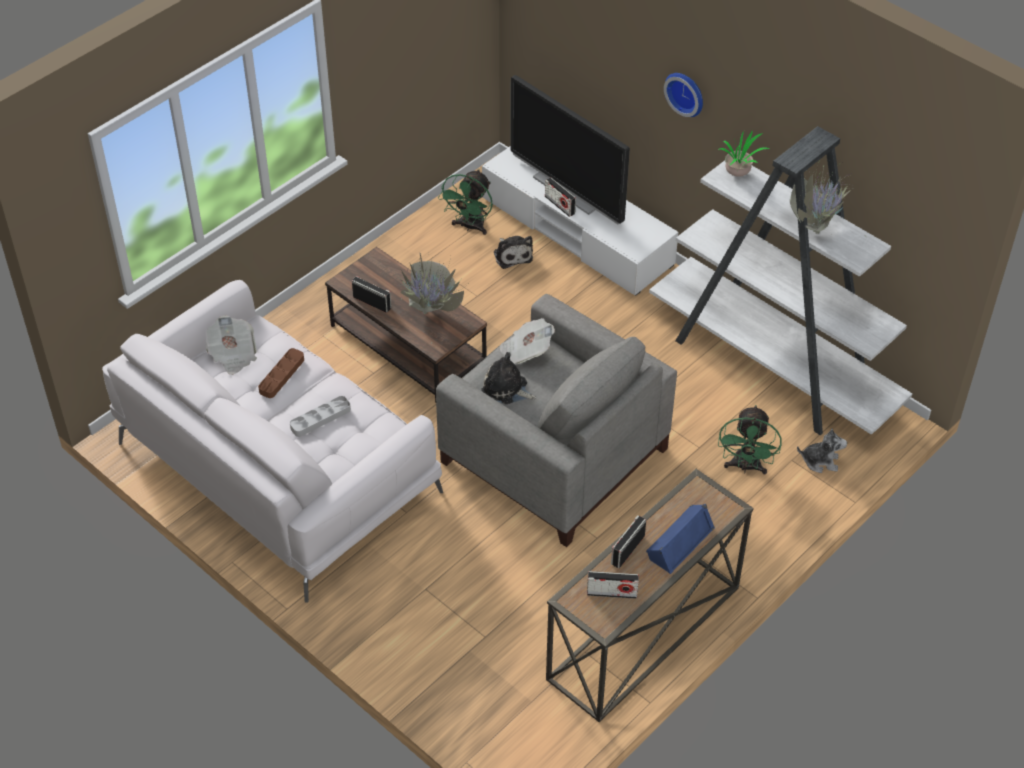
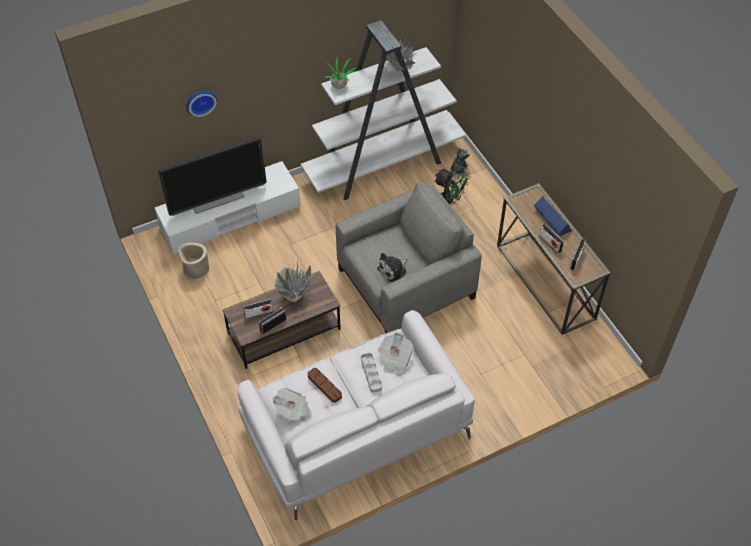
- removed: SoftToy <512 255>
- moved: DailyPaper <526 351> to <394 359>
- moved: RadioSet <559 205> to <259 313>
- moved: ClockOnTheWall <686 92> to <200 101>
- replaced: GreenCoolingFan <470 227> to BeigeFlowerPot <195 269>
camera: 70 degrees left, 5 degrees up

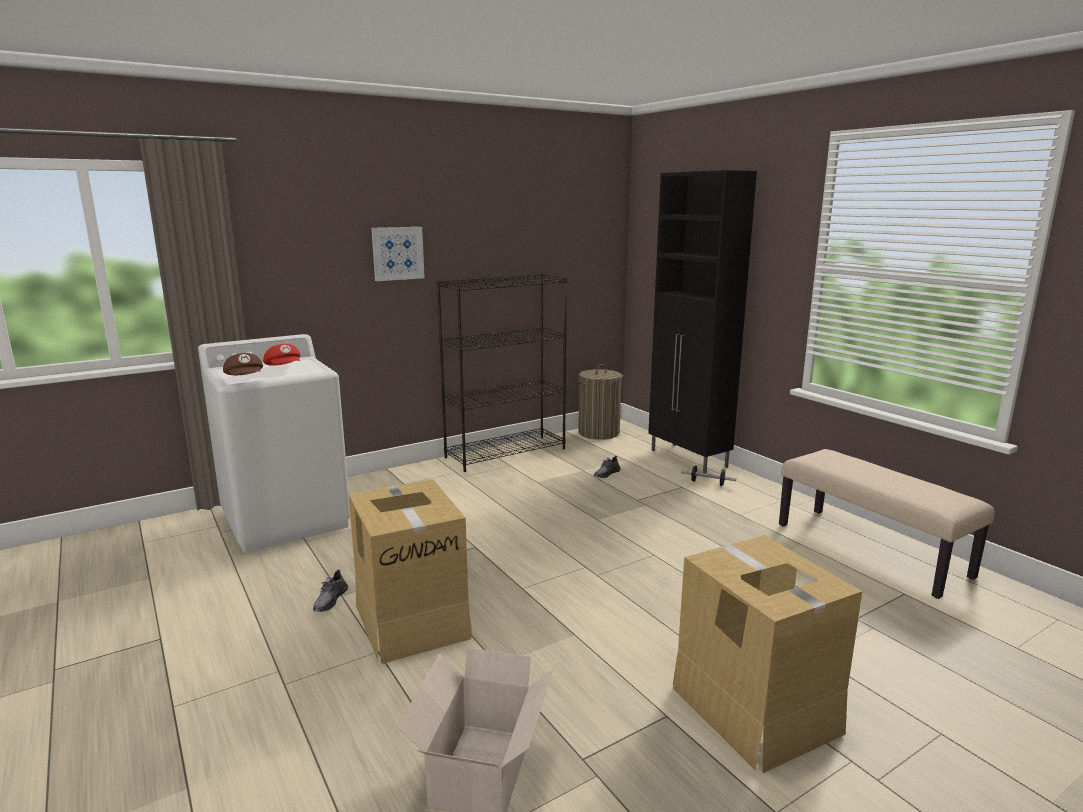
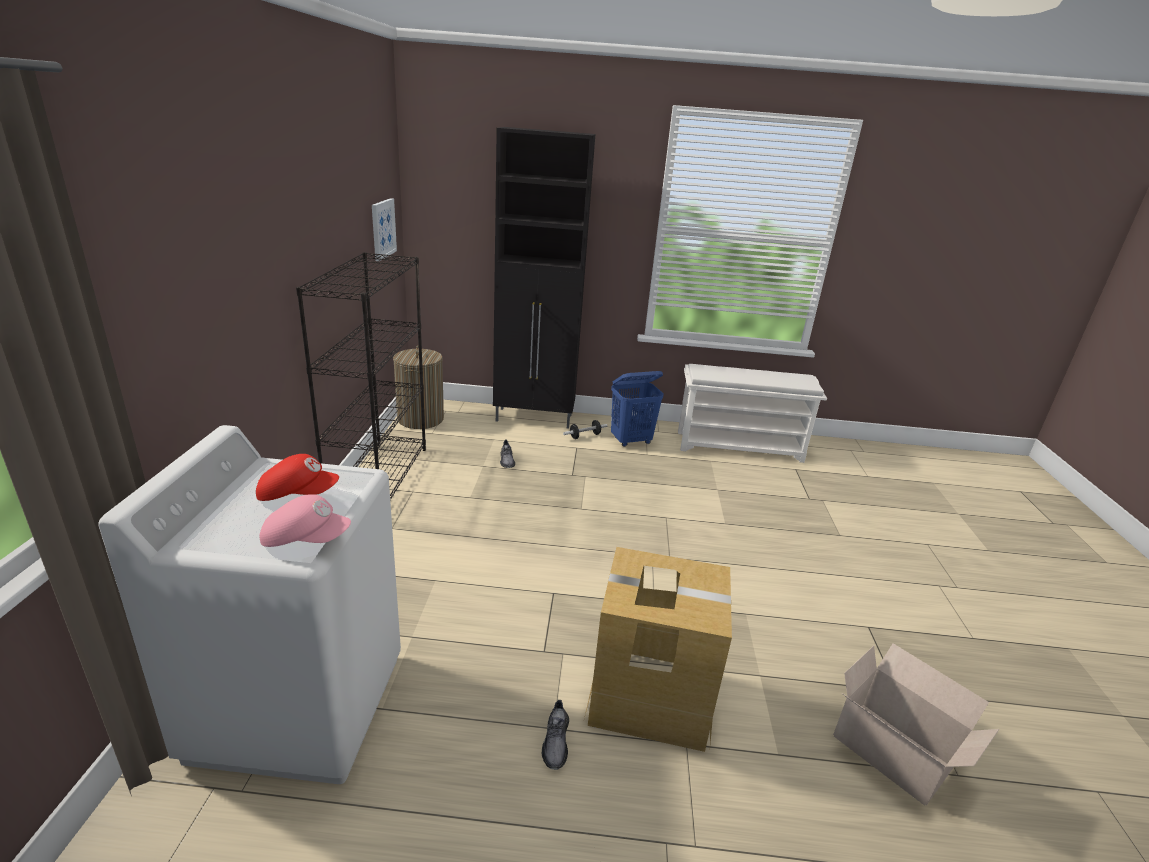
- removed: PackingBox <754 709>
- added: BlueColouredHamper <631 441>
- moved: WallArt <397 253> to <382 229>
- replaced: BeigeLongSeat <871 550> to WhiteShoeStand <740 446>
- recoloured: BrownCap <245 379> to PinkCap <306 539>
- turned: GrayLowShoe <330 600> = <555 742> 45 degrees clockwise
camera: 55 degrees left, 10 degrees up

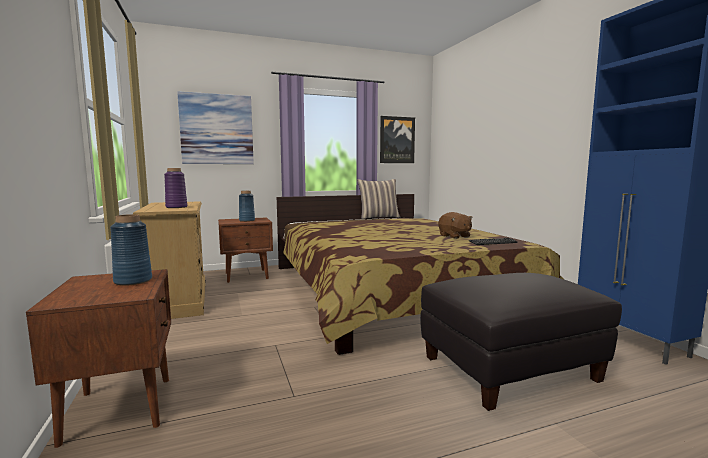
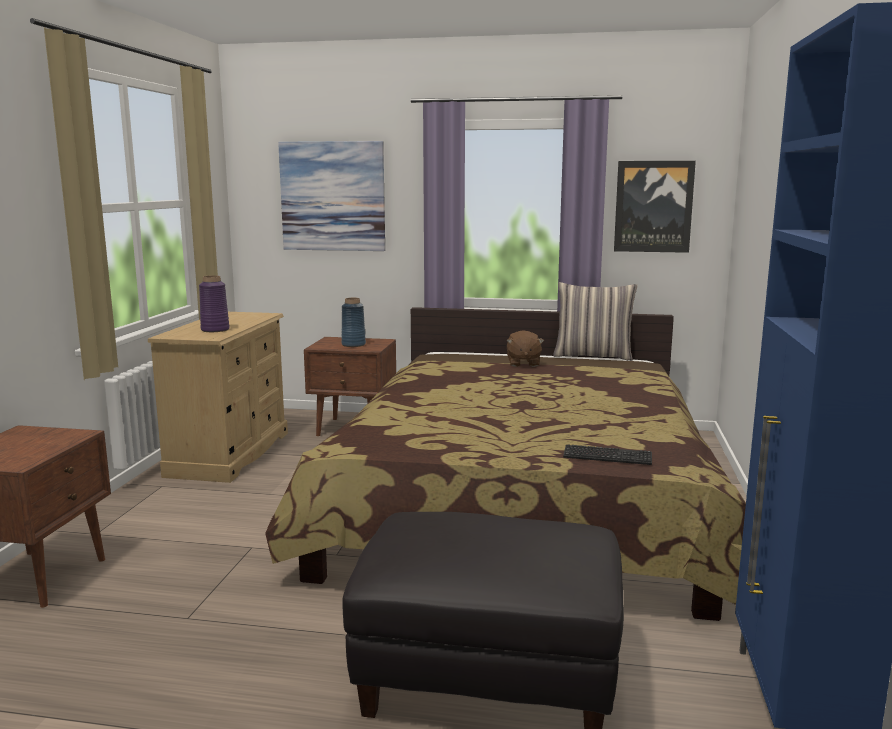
- removed: BlueColouredFlowerVase <133 281>
- moved: BrownSoftToy <454 236> to <523 363>
camera: 30 degrees right, 5 degrees up

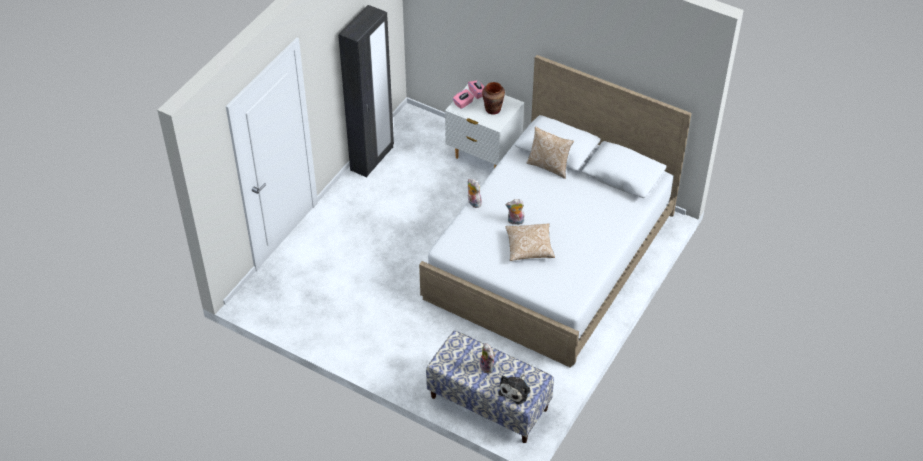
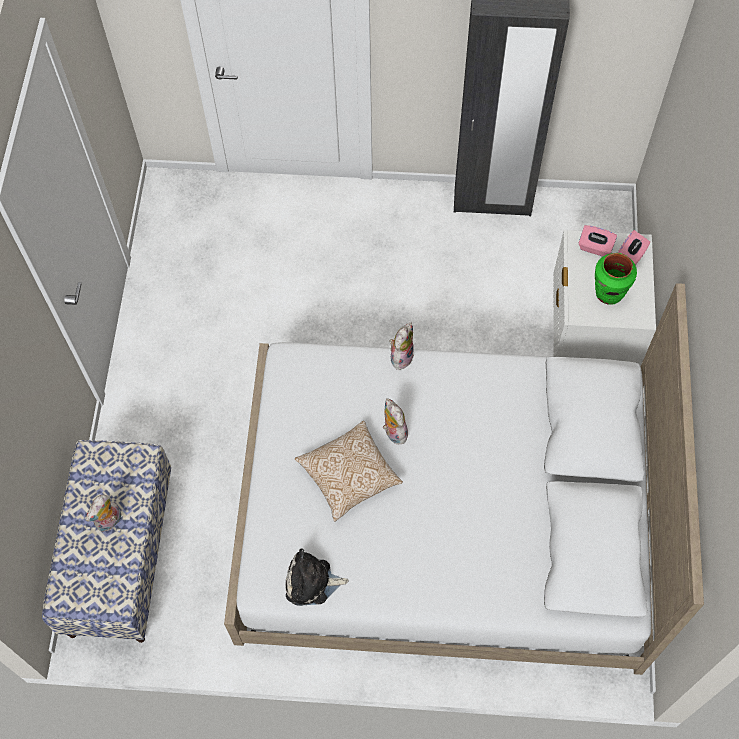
- removed: Cushion <549 166>
- moved: SoftToy <516 390> to <312 582>
- recoloured: BrownFlowerVase <493 109> to GreenFlowerVase <608 293>
camera: 65 degrees right, 15 degrees up

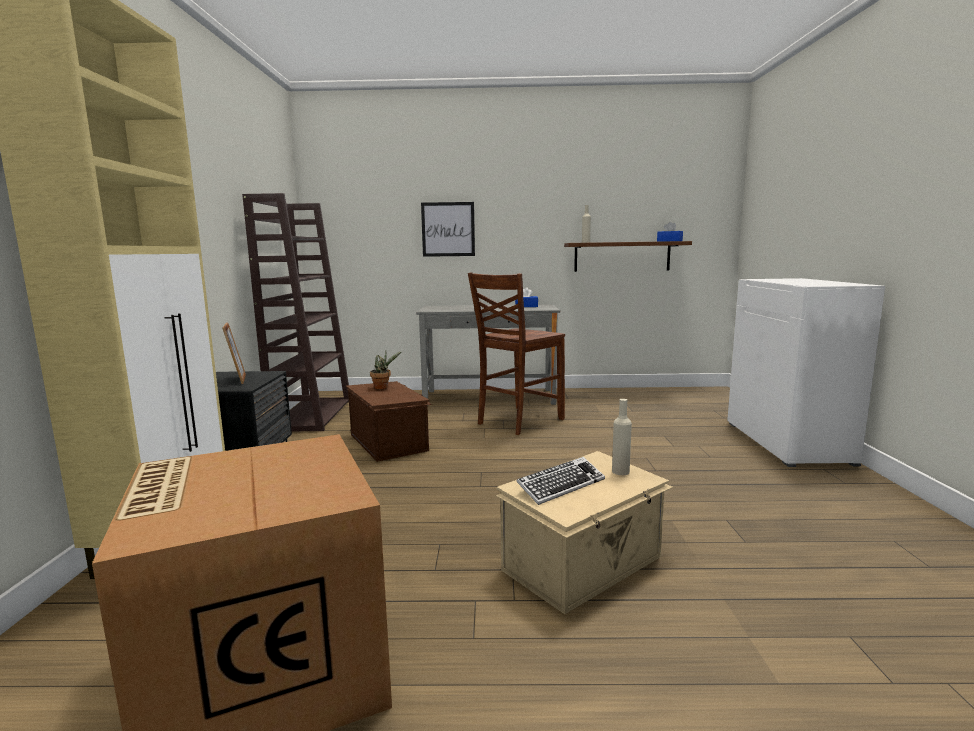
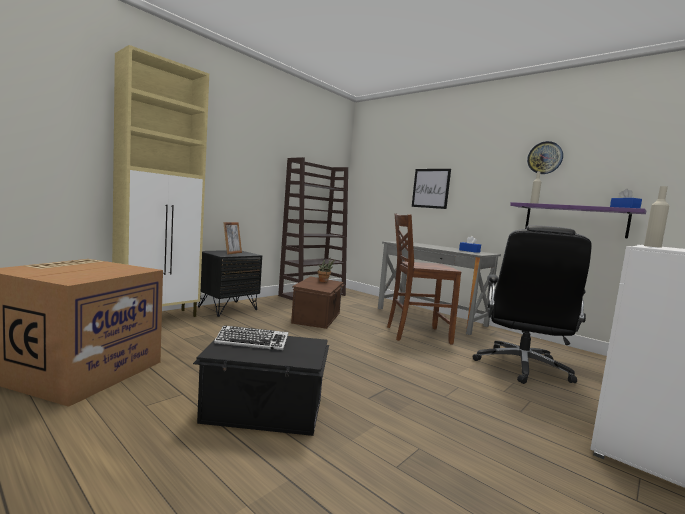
- added: BlackishComputerChair <522 367>
- added: ClockOnTheWall <545 158>
- moved: BeigeBottle <620 471> to <652 246>
- recoloured: BeigeStorageContainer <584 564> to BlackishStorageContainer <264 412>
- recoloured: BrownWallShelf <622 256> to PurpleWallShelf <574 220>
camera: 40 degrees right, 5 degrees down

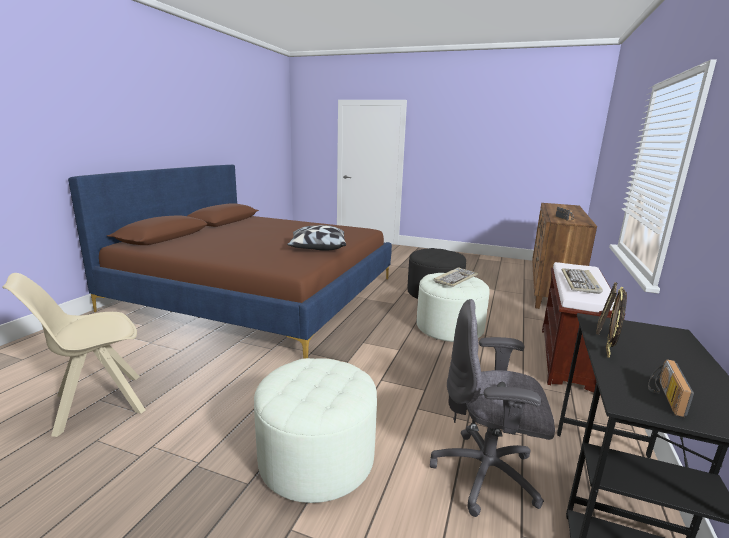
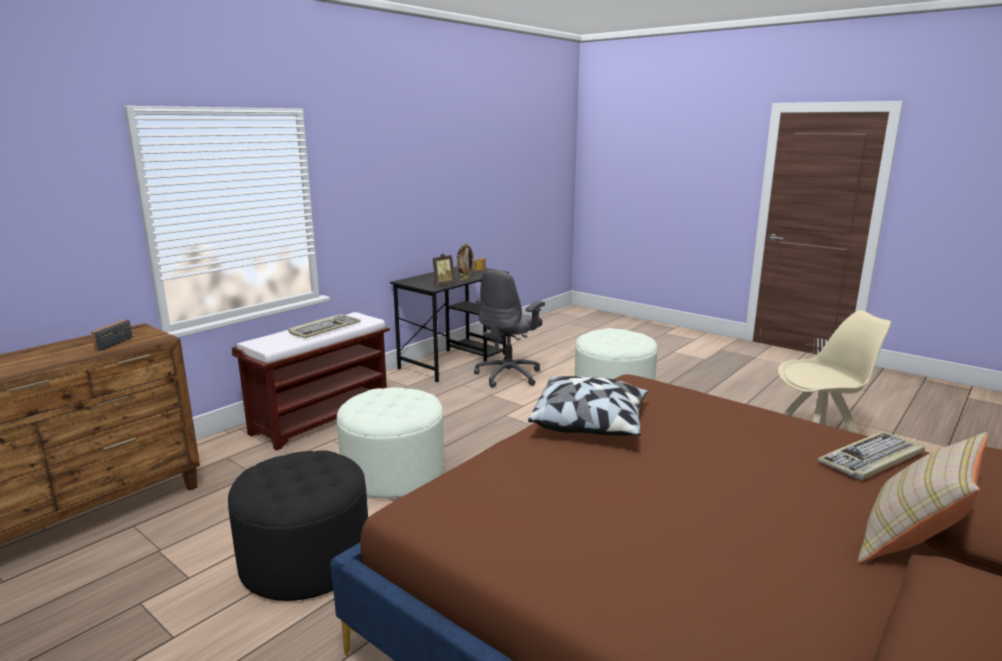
- added: BeigeCushion <912 544>
- moved: Keyboard <455 279> to <872 459>
- turned: GrayComputerChair <487 474> = <509 375> 90 degrees clockwise
camera: 160 degrees left, 0 degrees up

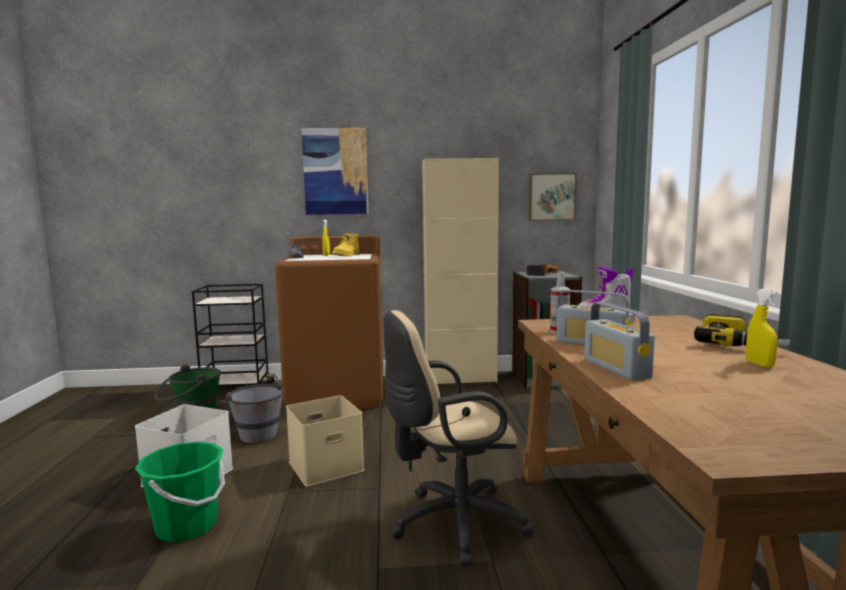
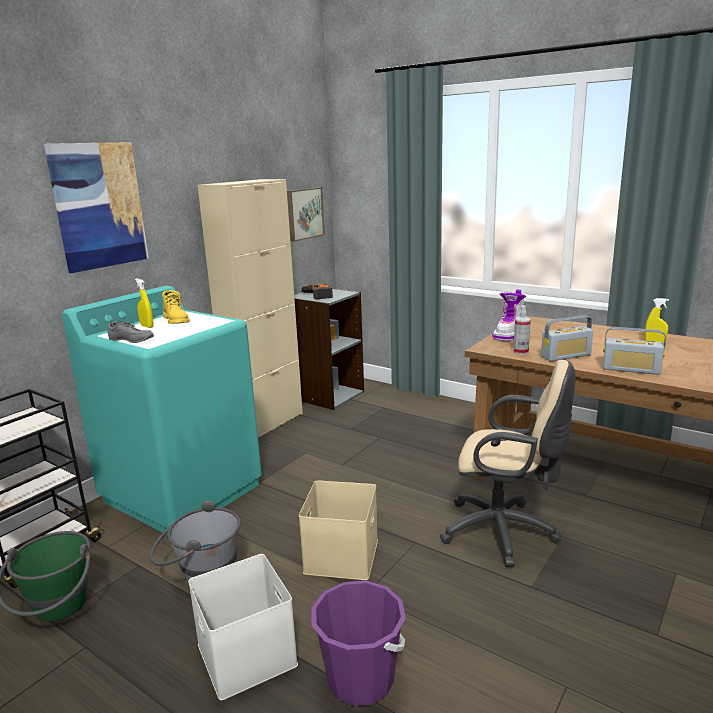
- removed: Drill <739 344>
- recoloured: GreenBucket <187 526> to PurpleBucket <361 679>
- recoloured: BrownWashingMachine <338 393> to BlueGreenWashingMachine <183 491>
- turned: BeigeComputerChair <452 524> = <504 532> 90 degrees counterclockwise
camera: 50 degrees left, 10 degrees up

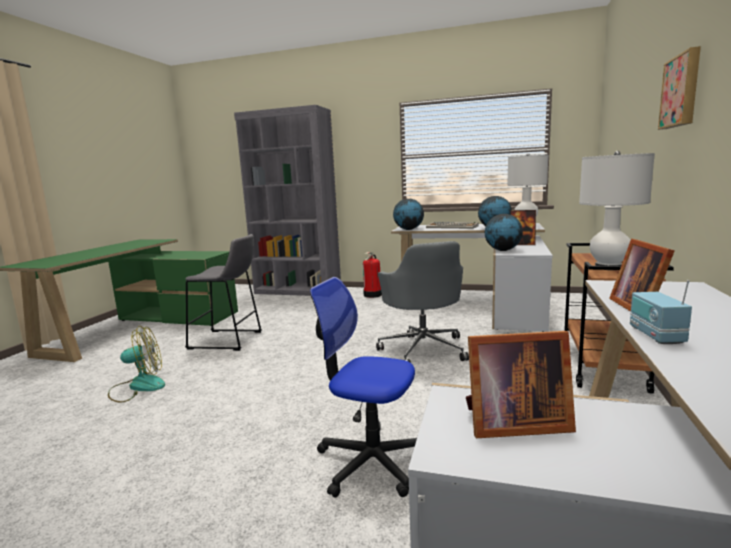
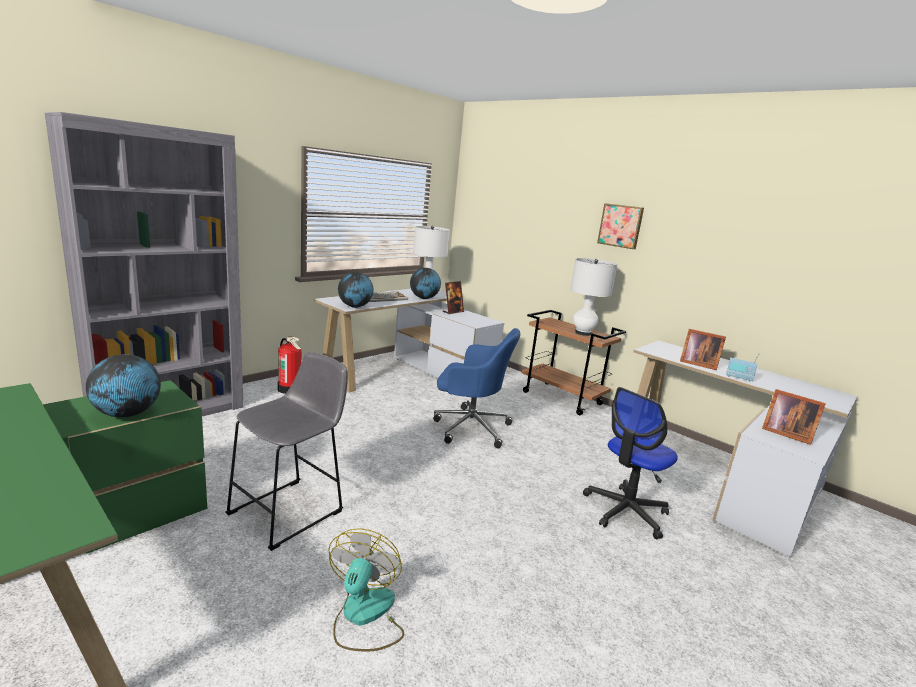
- moved: Globe <502 250> to <127 414>
- recoloured: GrayComputerChair <423 349> to BlueColouredComputerChair <469 427>
- turned: PhotoFrame <512 423> = <785 433> 105 degrees clockwise
camera: 65 degrees left, 5 degrees up

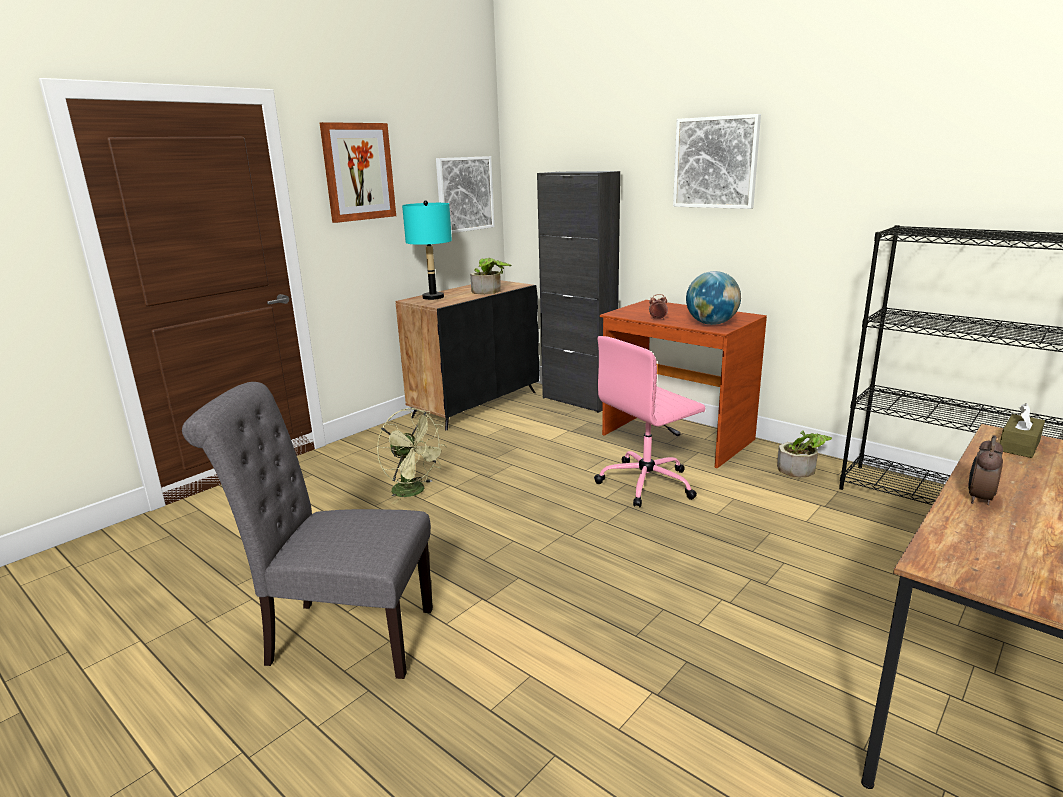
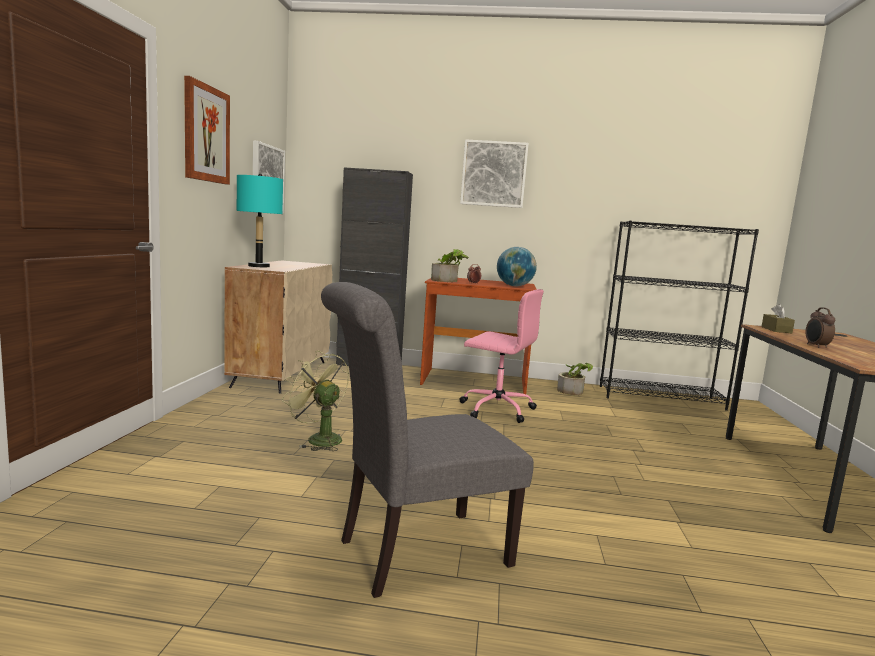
- moved: PottedPlant <490 291> to <448 280>
- recoloured: BlackishStorageCabinet <476 404> to BeigeStorageCabinet <281 373>
- turned: GreenCoolingFan <414 491> = <318 439> 150 degrees counterclockwise
- turned: PinkComputerChair <647 483> = <495 409> 90 degrees counterclockwise
camera: 35 degrees left, 10 degrees down

